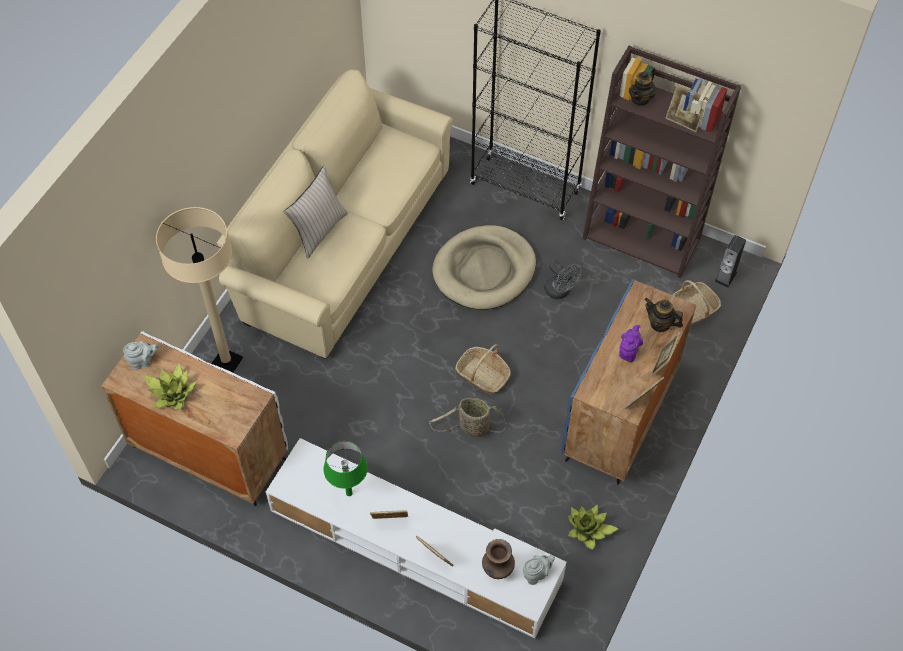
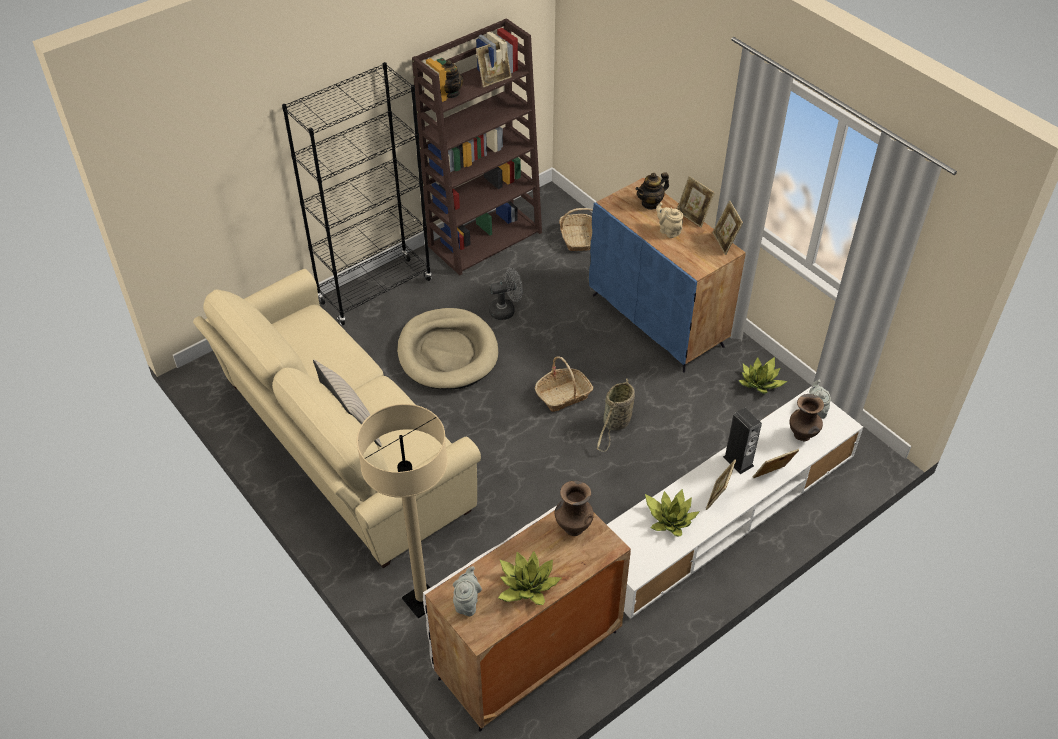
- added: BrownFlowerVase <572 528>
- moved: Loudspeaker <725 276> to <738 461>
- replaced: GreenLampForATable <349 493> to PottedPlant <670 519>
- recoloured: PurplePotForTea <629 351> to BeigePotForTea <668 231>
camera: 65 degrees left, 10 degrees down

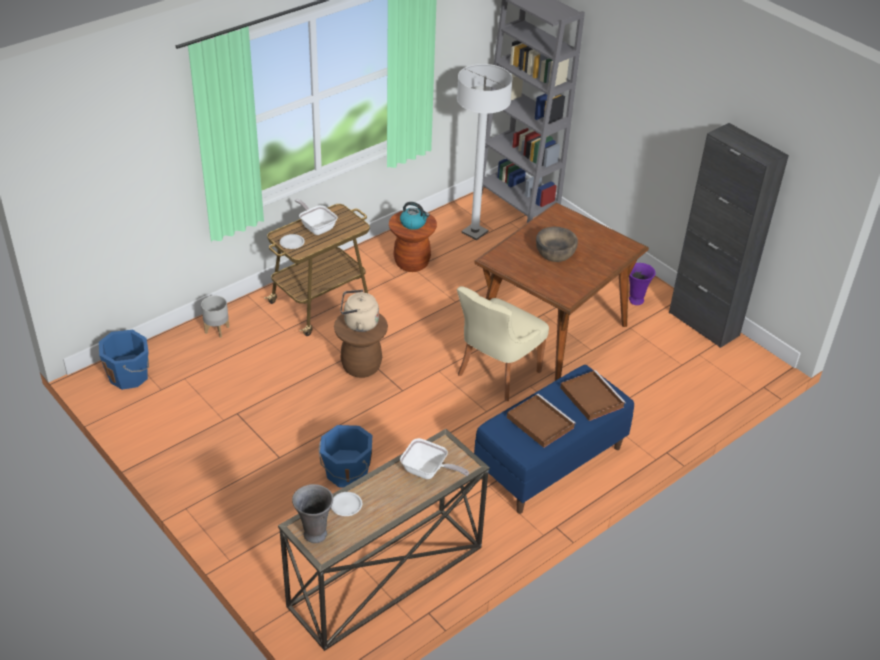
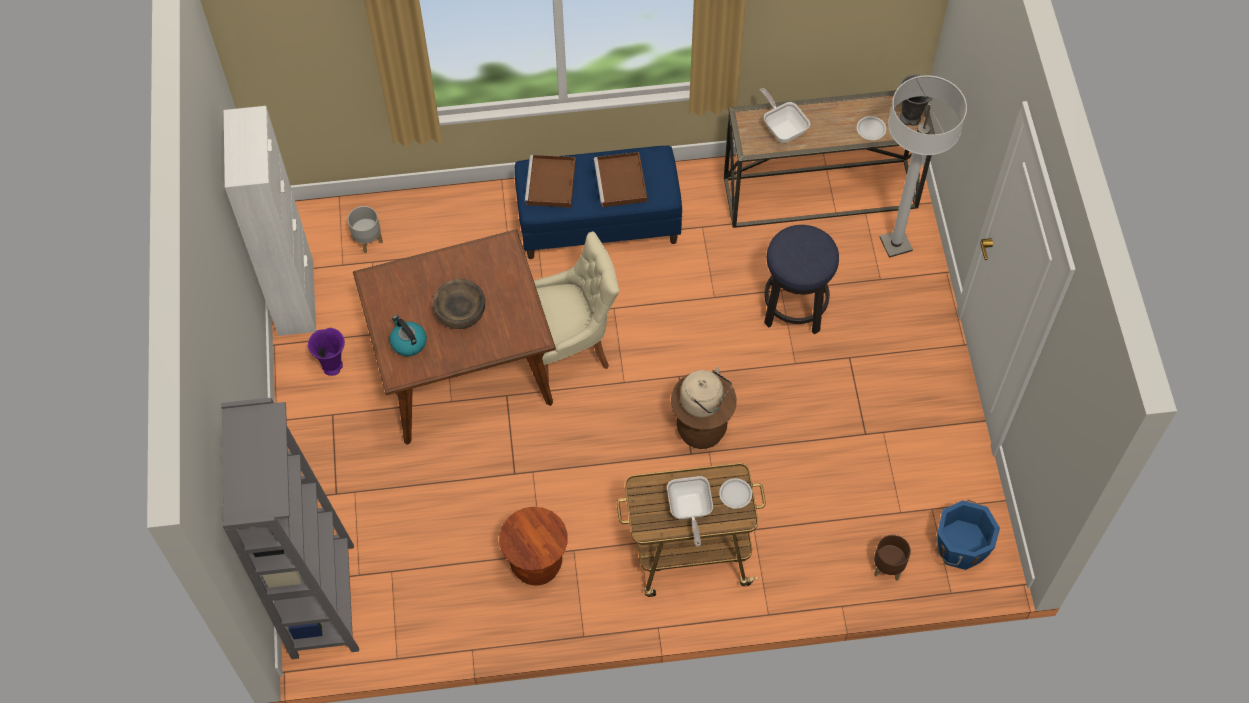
- added: BrownFlowerPot <888 567>
- moved: GrayFlowerPot <217 330> to <367 240>
- moved: TeaKettle <413 223> to <408 342>
- moved: WhiteStandingLamp <474 232> to <895 244>
- replaced: BlueColouredBucket <346 473> to SittingStool <795 307>
- recoloured: BlackishStorageCabinet <703 324> to WhiteStorageCabinet <296 298>
camera: 145 degrees left, 20 degrees up

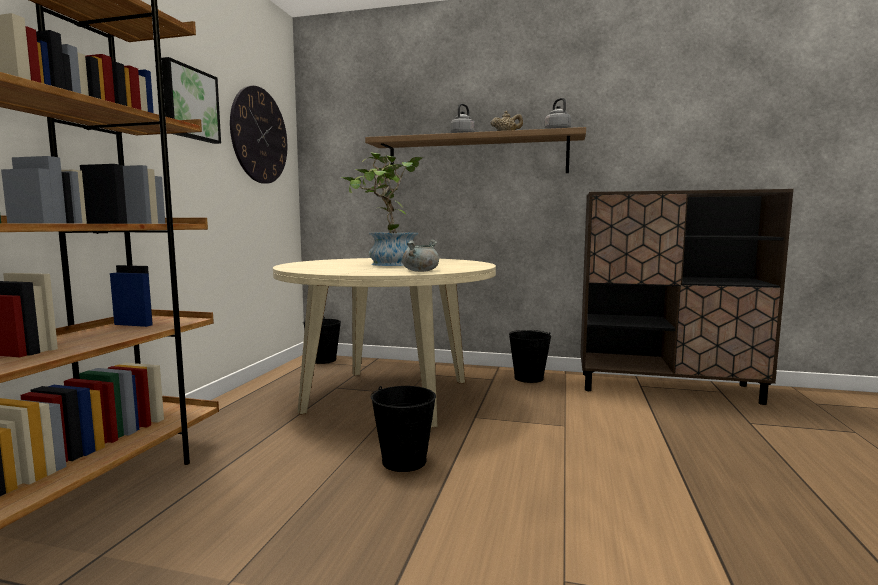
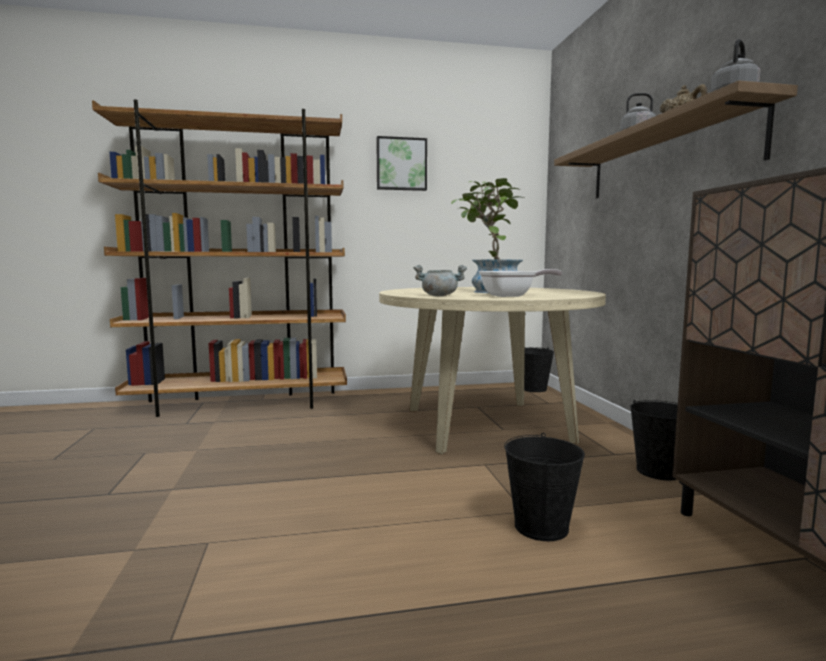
- removed: ClockOnTheWall <259 136>
- added: Skillet <512 296>
- moved: BlackishBucket <404 461> to <541 527>
camera: 65 degrees right, 0 degrees up

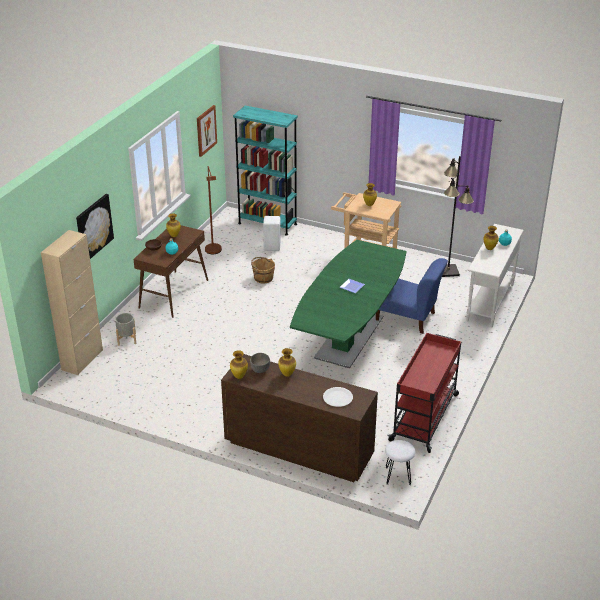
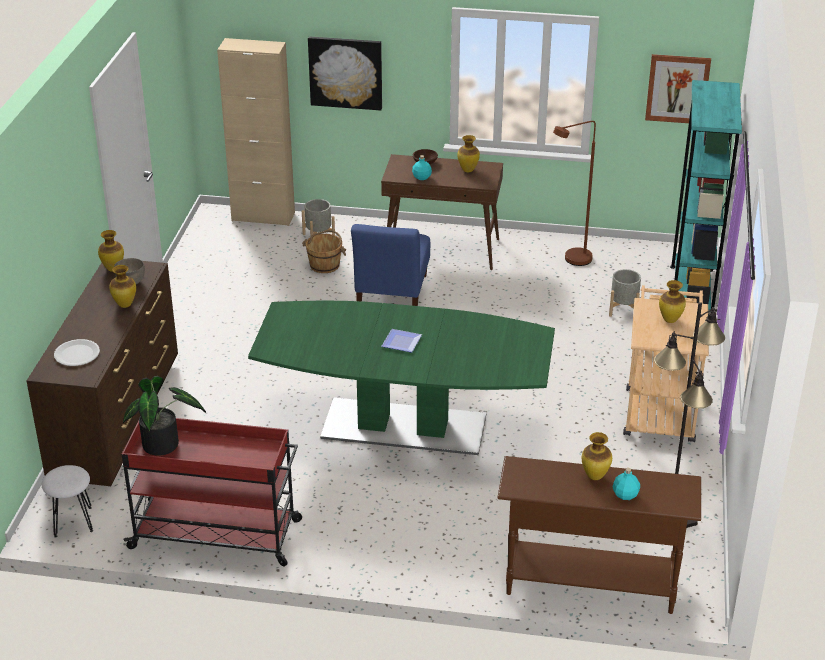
- added: PottedPlant <164 446>
- moved: BrownBucket <263 278> to <325 265>
- moved: BlueColouredChair <408 318> to <391 296>
- replaced: WhiteSittingStool <272 247> to GrayFlowerPot <623 310>
- recoloured: WhiteNarrowTable <489 303> to BrownNarrowTable <589 584>
camera: 75 degrees right, 0 degrees up

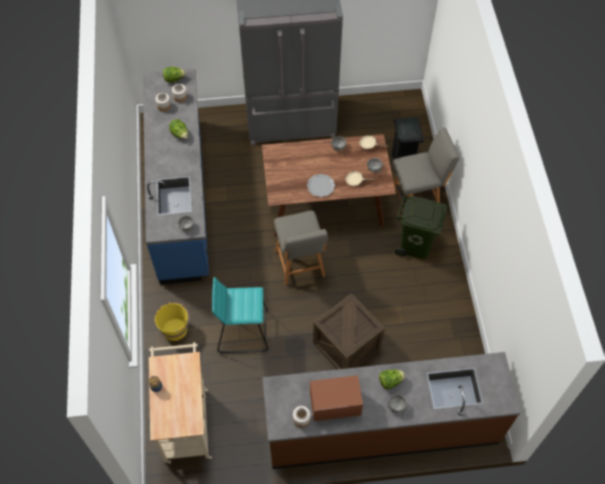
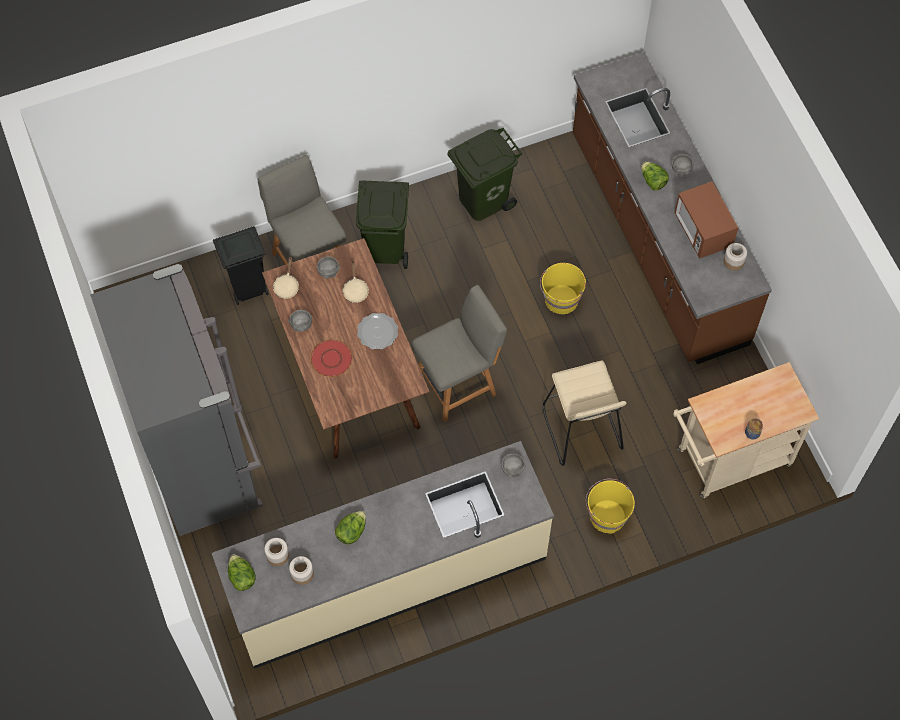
- added: ReddishDinnerPlate <331 359>
- added: GreenTrashCan <482 199>
- replaced: ShippingCrate <346 345> to YellowBucket <561 300>
- recoloured: BlueColouredCounter <182 197> to BeigeCounter <388 577>
- recoloured: BlueGreenSittingStool <243 330> to BeigeSittingStool <581 429>
camera: 105 degrees left, 5 degrees up

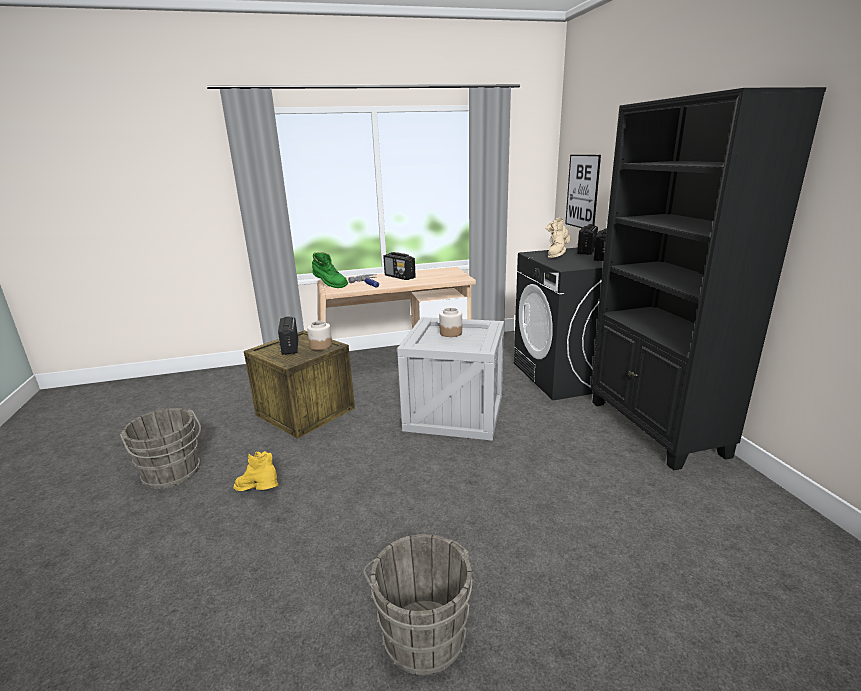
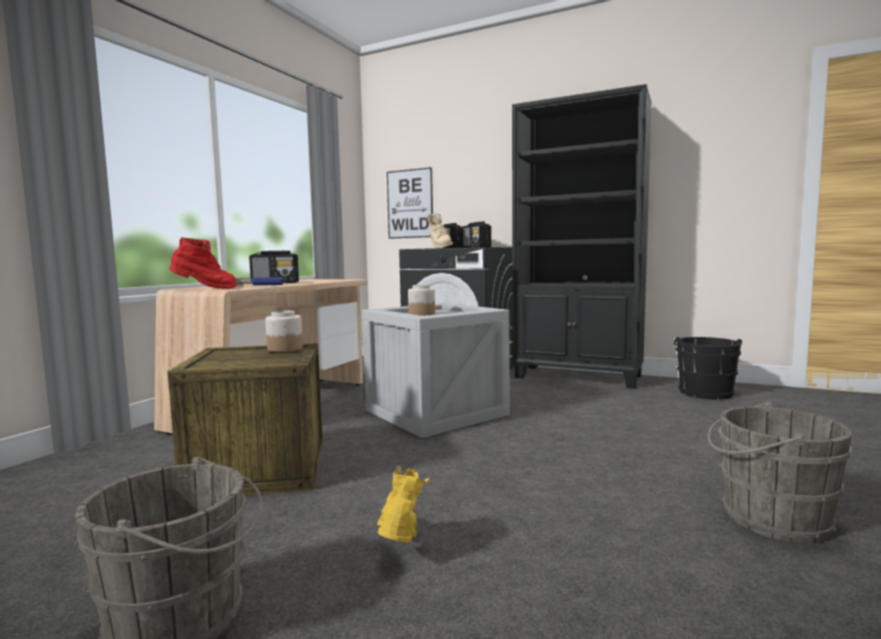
- removed: RadioSet <290 347>
- added: BlackishBucket <705 392>
- recoloured: GreenHighTopBoot <329 285> to ReddishHighTopBoot <204 289>
- turned: YellowHighTopBoot <259 493> = <400 546> 105 degrees clockwise
camera: 50 degrees left, 15 degrees down

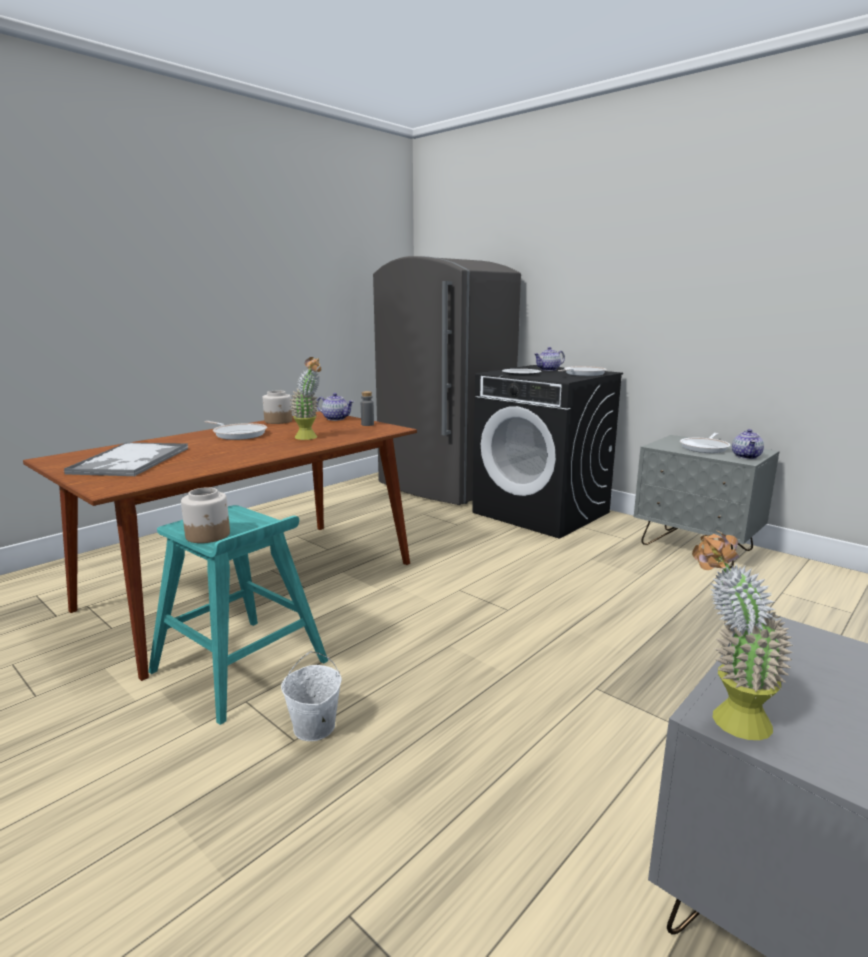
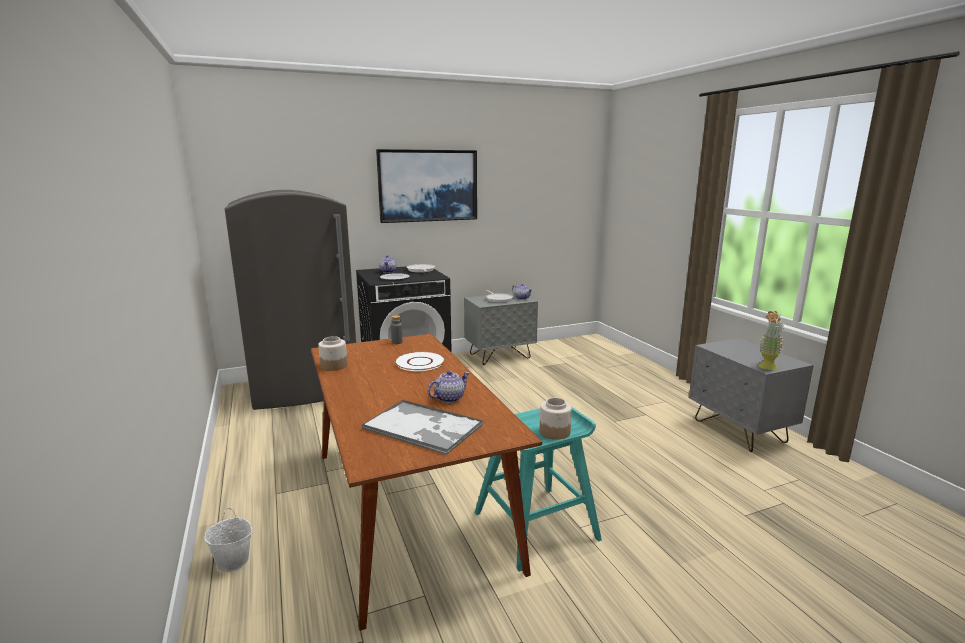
- removed: Skillet <238 434>
- added: WallArt <428 185>
- moved: WhiteBucket <314 727> to <233 561>
- moved: PotForTea <336 418> to <449 398>
- replaced: PottedPlant <310 438> to WhiteDinnerPlate <420 362>
camera: 65 degrees left, 0 degrees up

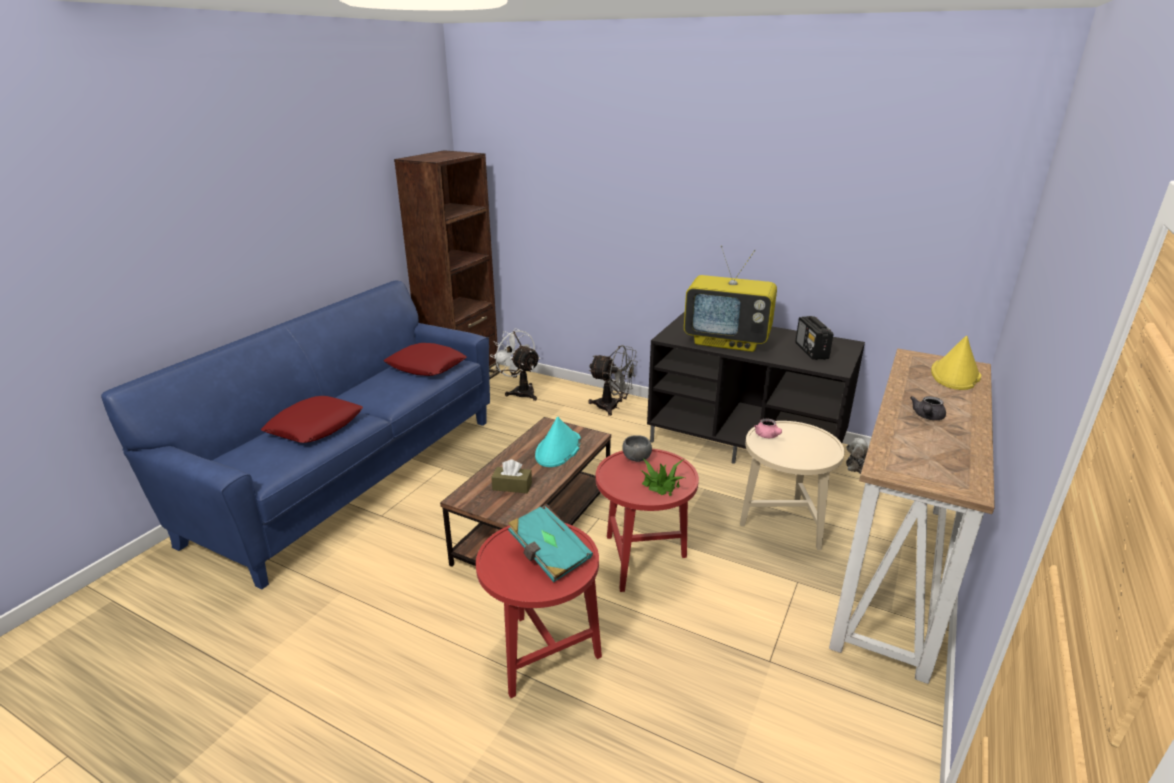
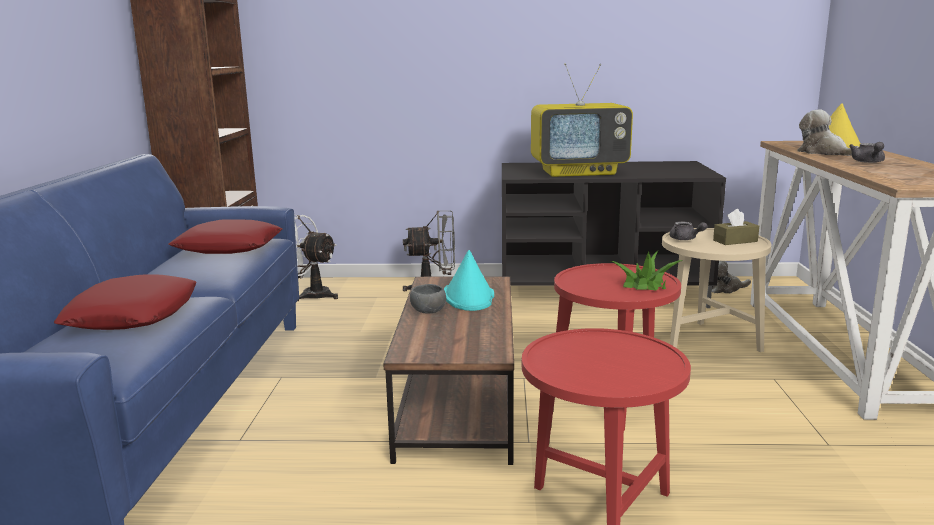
- removed: BlueGreenVolume <549 555>
- removed: RadioSet <811 351>
- added: SoftToy <823 153>
- moved: BrownTissueHolder <512 486> to <735 241>
- moved: GrayServingBowl <635 458> to <427 311>
- recoloured: PinkPotForTea <767 436> to GrayPotForTea <685 239>
camera: 25 degrees left, 10 degrees down

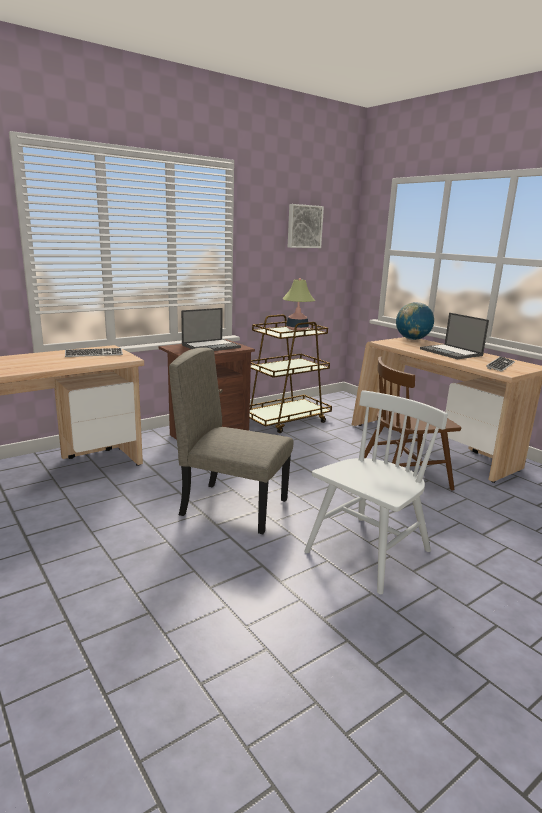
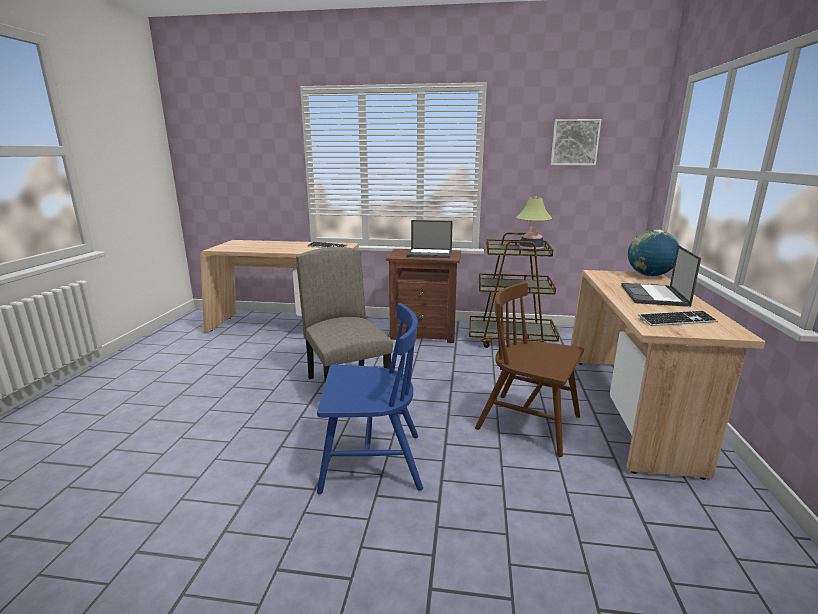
- recoloured: WhiteChair <368 552> to BlueColouredChair <371 462>
camera: 45 degrees right, 0 degrees up

